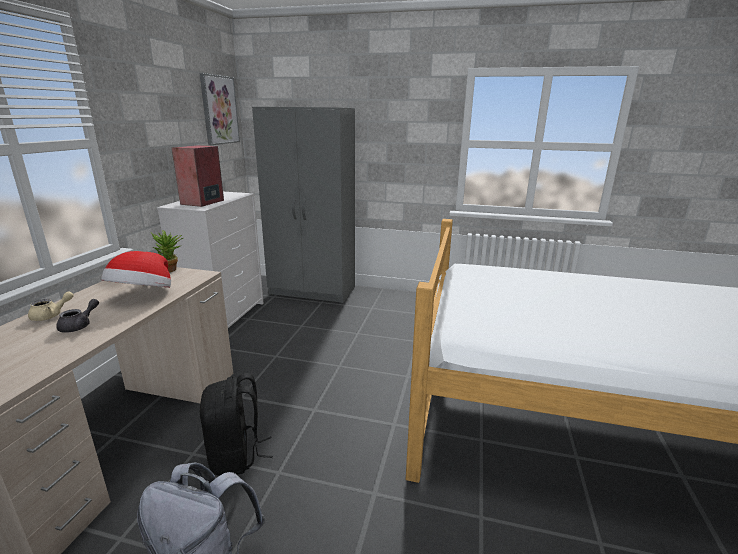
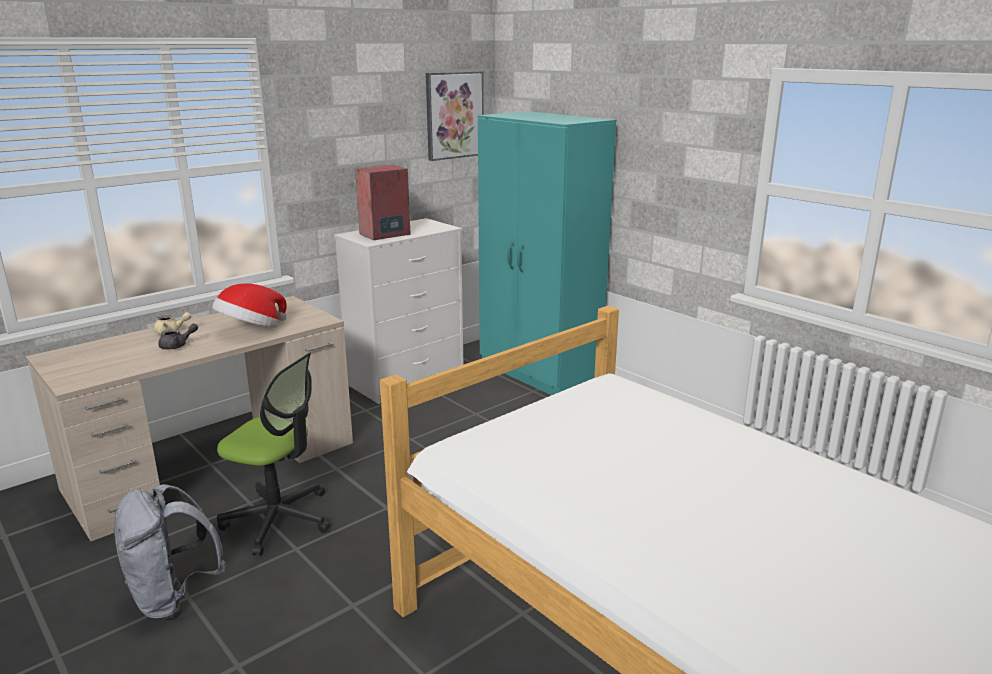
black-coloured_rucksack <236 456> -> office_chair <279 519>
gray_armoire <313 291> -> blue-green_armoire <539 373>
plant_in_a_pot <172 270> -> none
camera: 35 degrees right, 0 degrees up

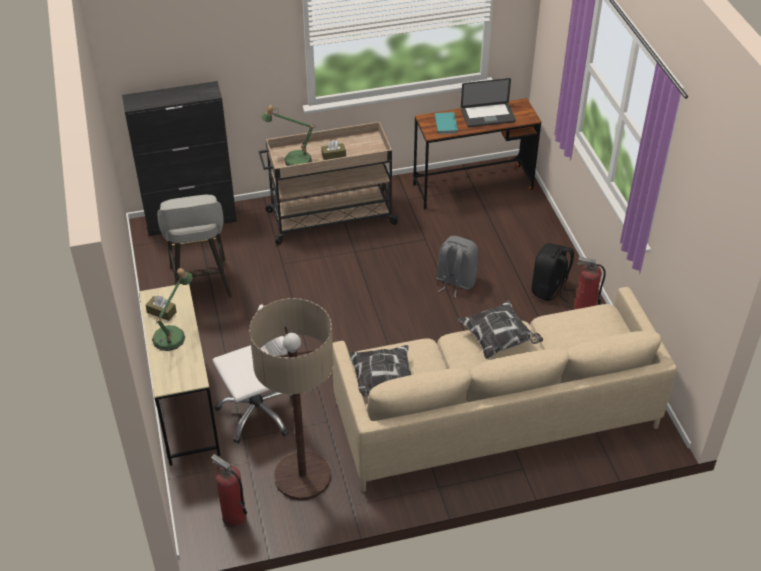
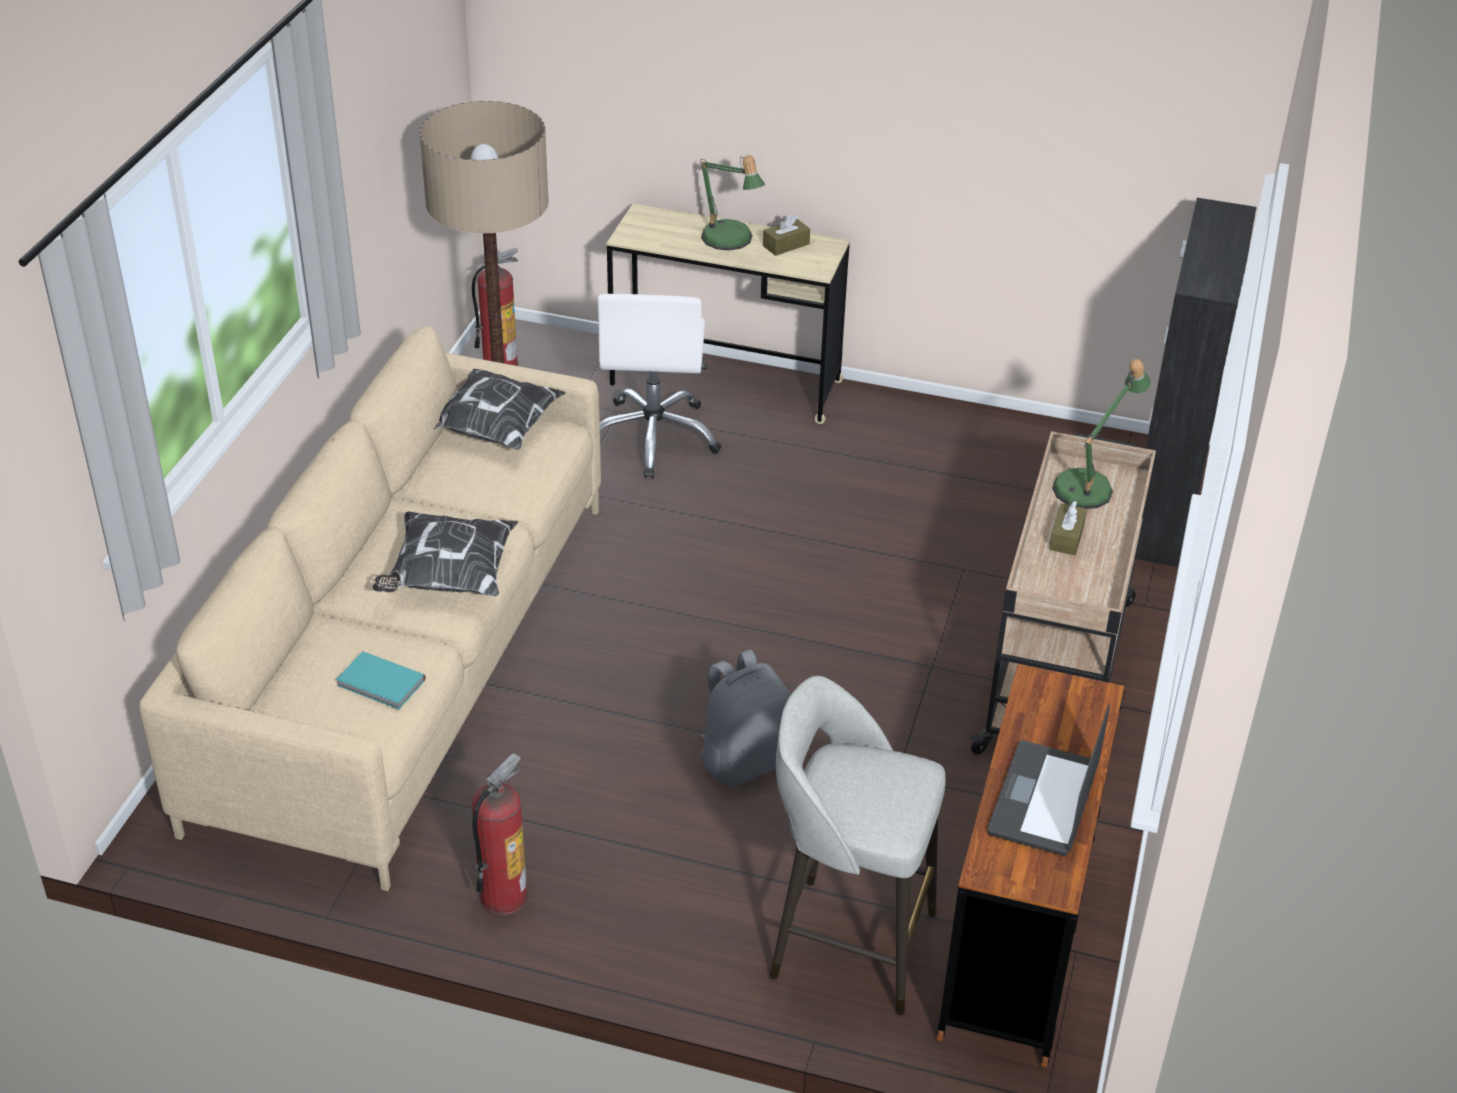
blue-green_volume <446 124> -> blue-green_volume <381 684>, relocated
gray_stool_seat <200 283> -> gray_stool_seat <847 943>, relocated
black-coloured_rucksack <549 290> -> none
camera: 120 degrees right, 5 degrees down

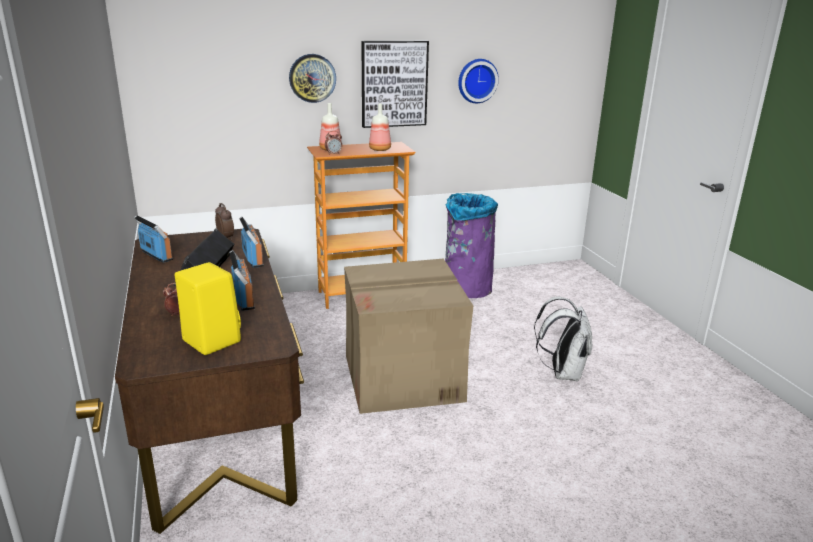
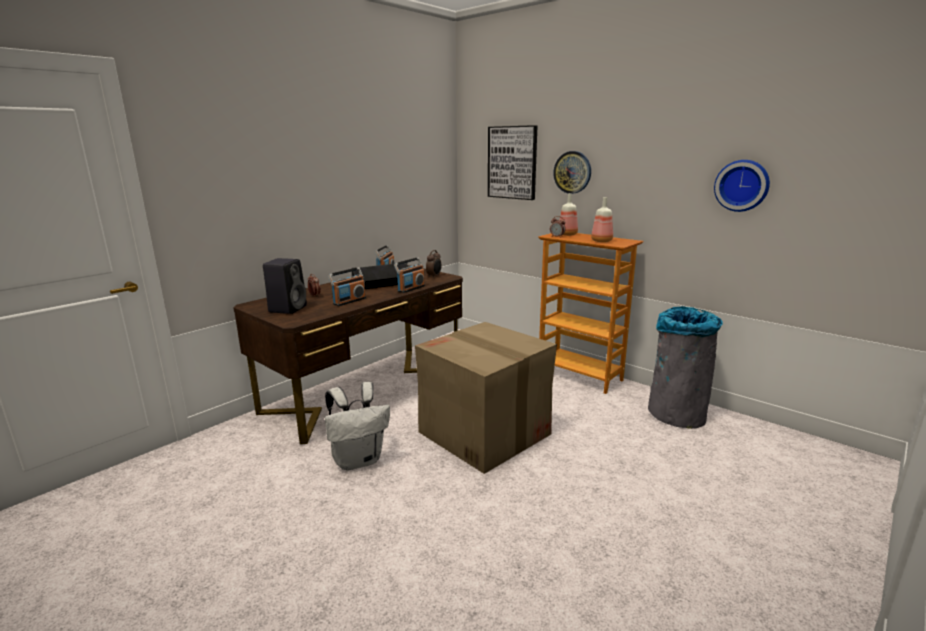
yellow-coloured_loudspeaker <210 340> -> black-coloured_loudspeaker <288 308>
white-coloured_rucksack <562 373> -> white-coloured_rucksack <359 460>, relocated
wall_picture <394 84> -> wall_picture <512 162>, relocated
purple-coloured_trash_can <466 289> -> gray_trash_can <676 414>
camera: 60 degrees right, 5 degrees down

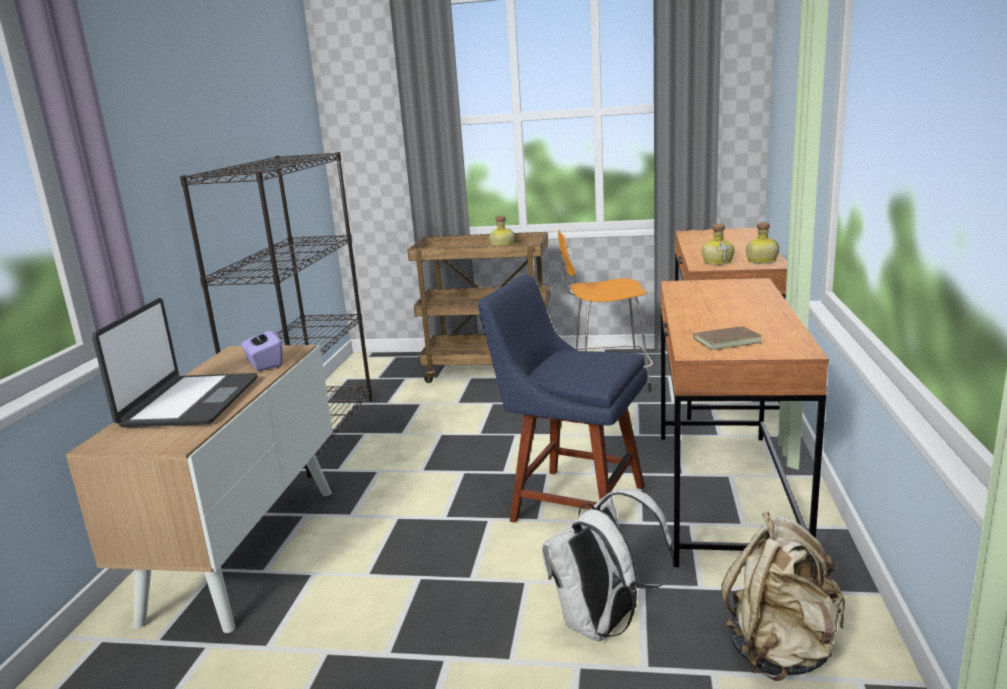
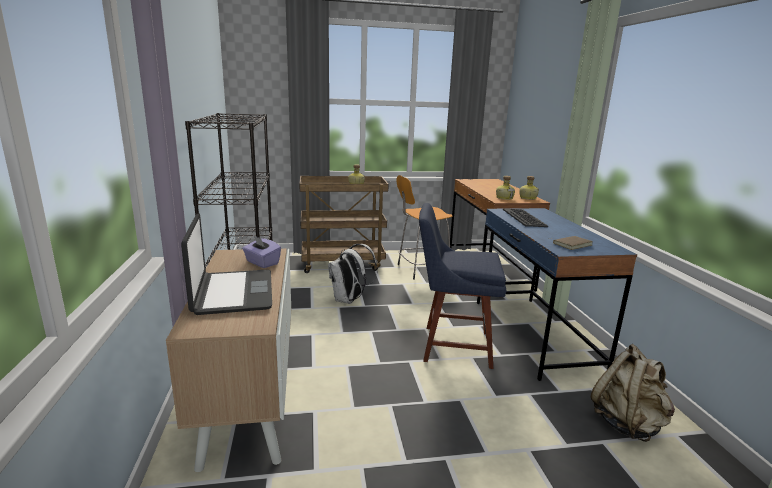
white-coloured_rucksack <603 624> -> white-coloured_rucksack <349 300>, relocated
brown-coloured_desk_table <724 494> -> blue-coloured_desk_table <534 334>
none -> keyboard <524 218>
camera: 20 degrees left, 0 degrees up

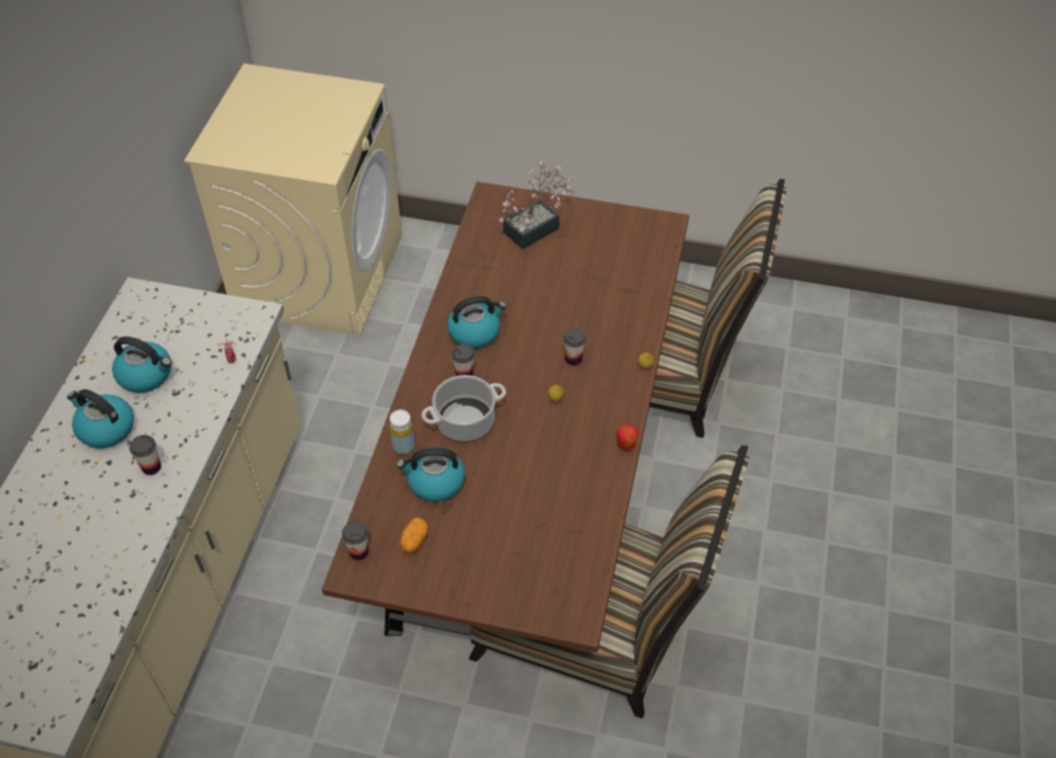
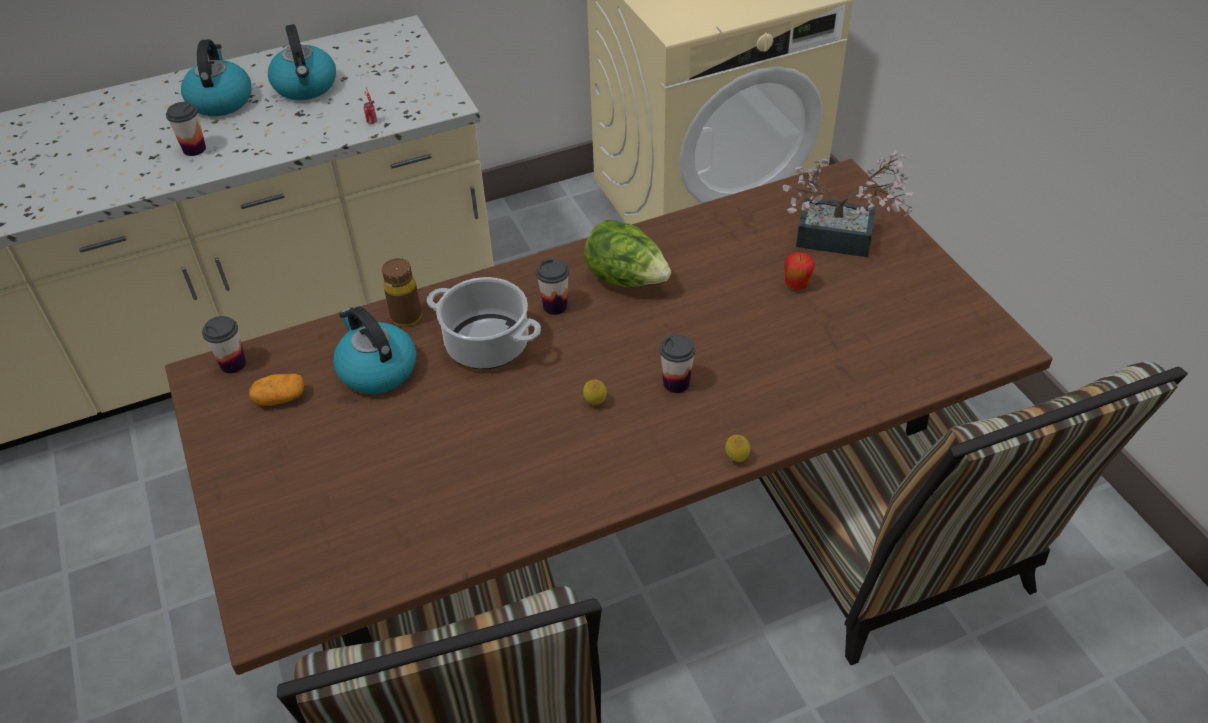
yellow-coloured_beverage_bottle <403 446> -> brown-coloured_beverage_bottle <406 317>
kettle <475 332> -> lettuce_head <626 280>
apple <626 445> -> apple <796 285>, relocated
camera: 55 degrees right, 5 degrees down

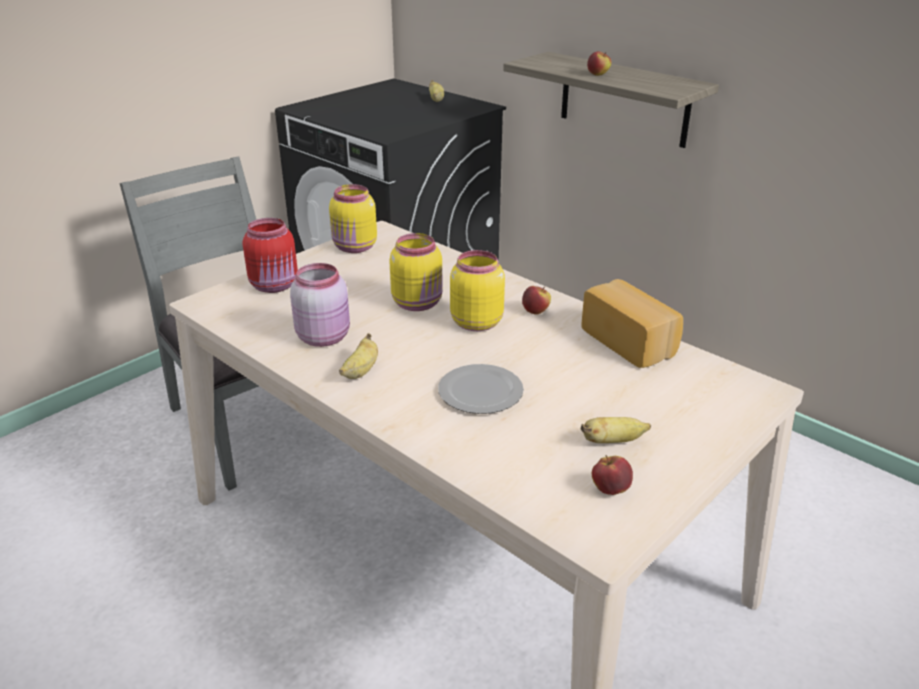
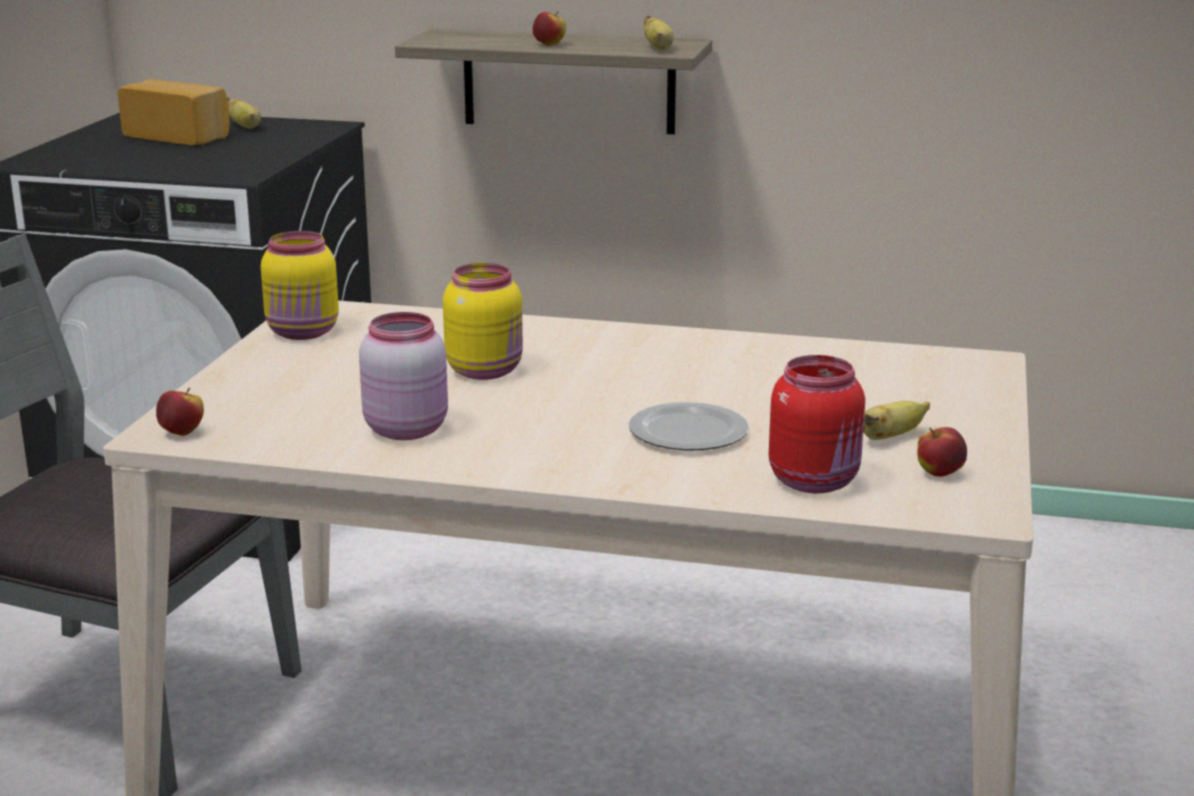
baked_bread <631 341> -> baked_bread <179 136>, relocated
apple <535 312> -> apple <182 433>, relocated
banana <360 371> -> banana <658 49>, relocated
reddish_jar <275 286> -> reddish_jar <816 481>, relocated
yellow-coloured_jar <475 322> -> none
camera: 30 degrees left, 10 degrees down

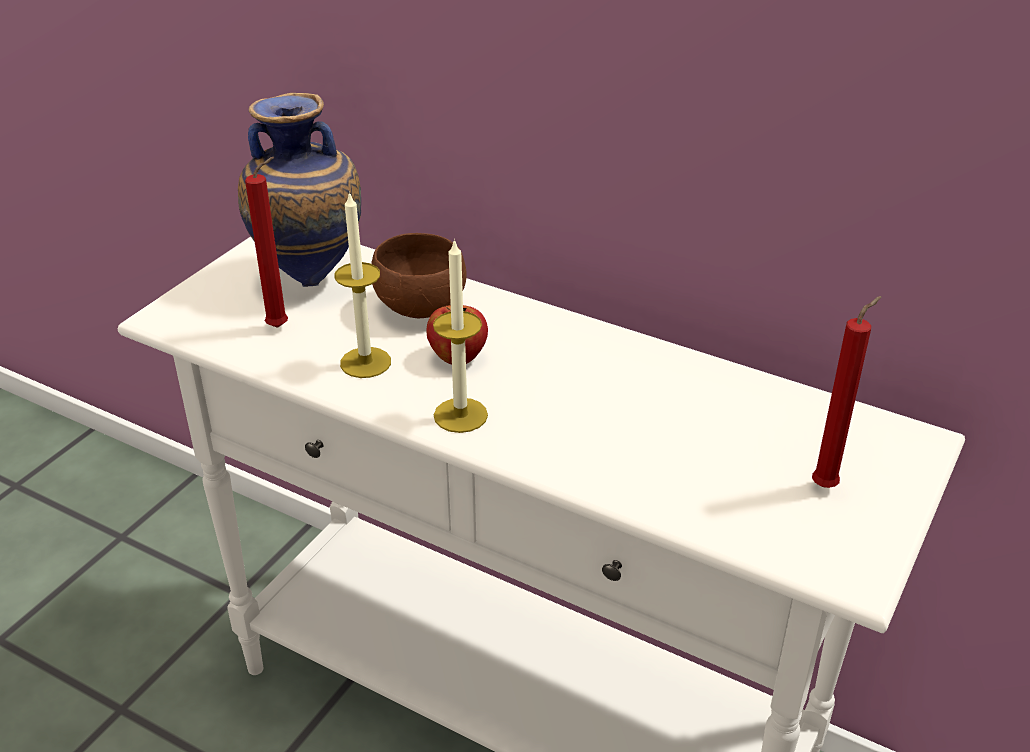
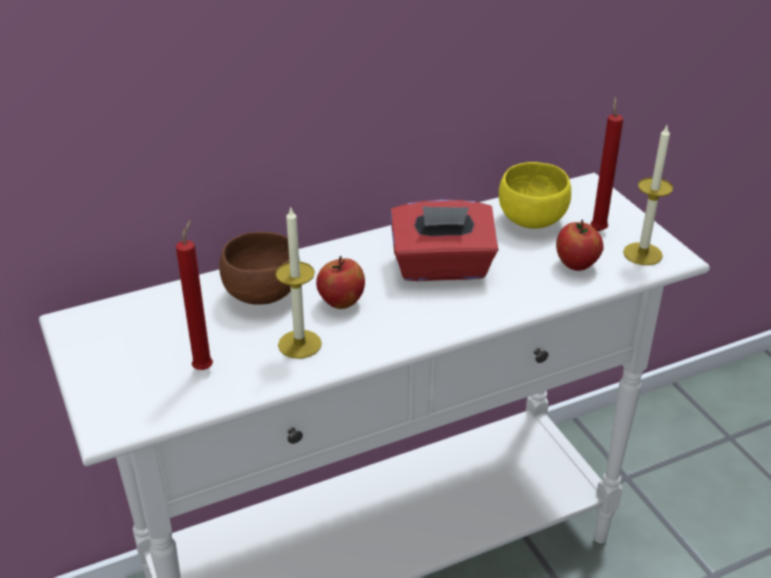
none -> reddish_tissue_holder <442 267>
none -> yellow-coloured_serving_bowl <532 222>
none -> apple <576 264>
wax_candle <460 415> -> wax_candle <642 254>, relocated
decorative_vase <311 277> -> none
camera: 55 degrees left, 0 degrees up

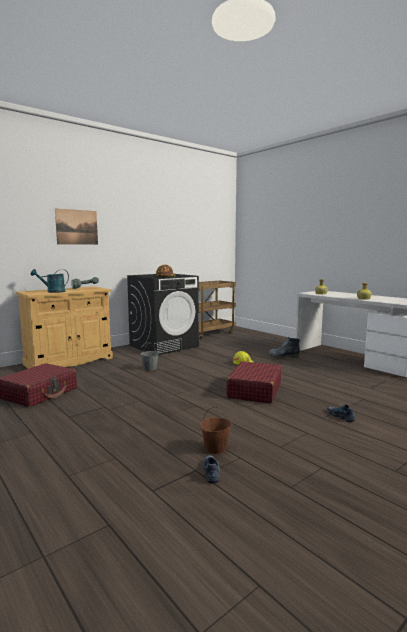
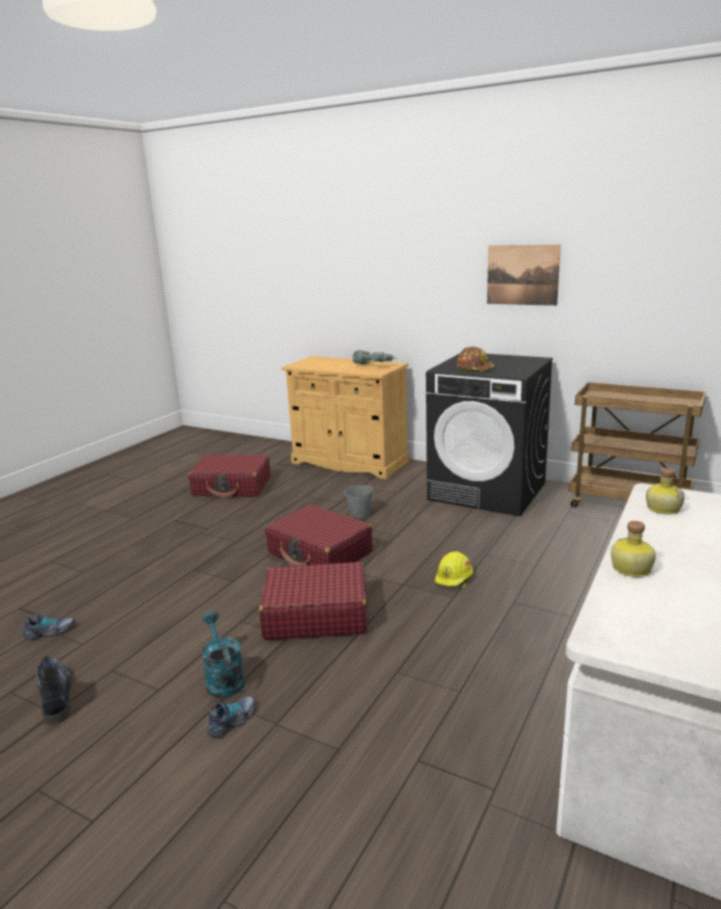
boot <282 357> -> boot <54 695>, relocated
blue-green_watering_pot <52 291> -> blue-green_watering_pot <223 679>, relocated
none -> reddish_suitcase <320 553>
wall_picture <77 227> -> wall_picture <522 275>, relocated
brown-coloured_bucket <215 448> -> none
camera: 70 degrees right, 10 degrees up

